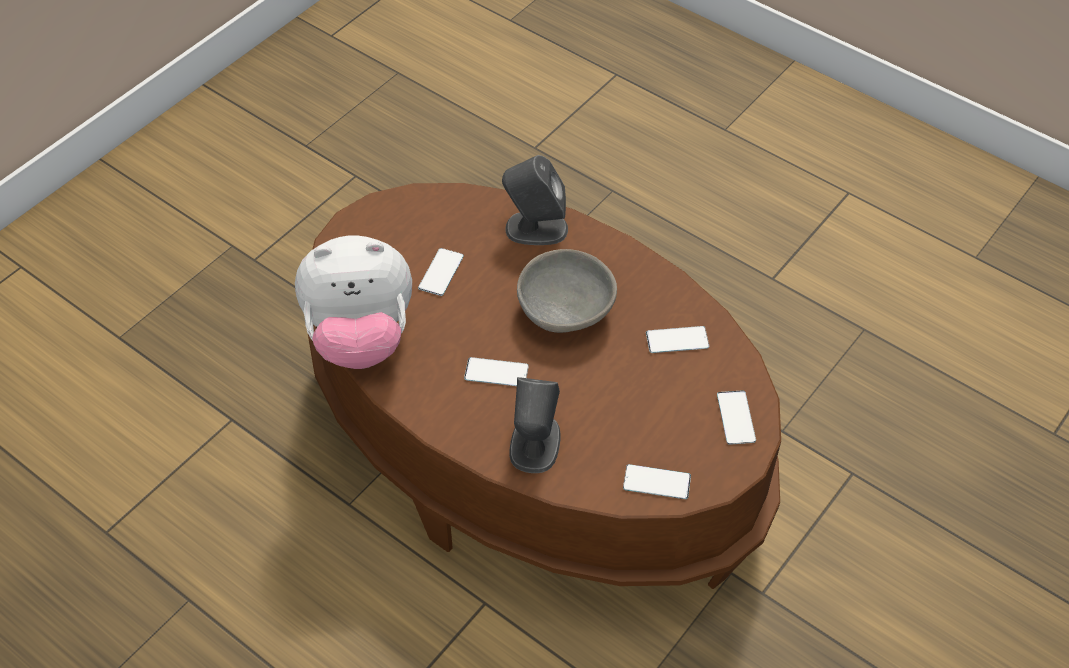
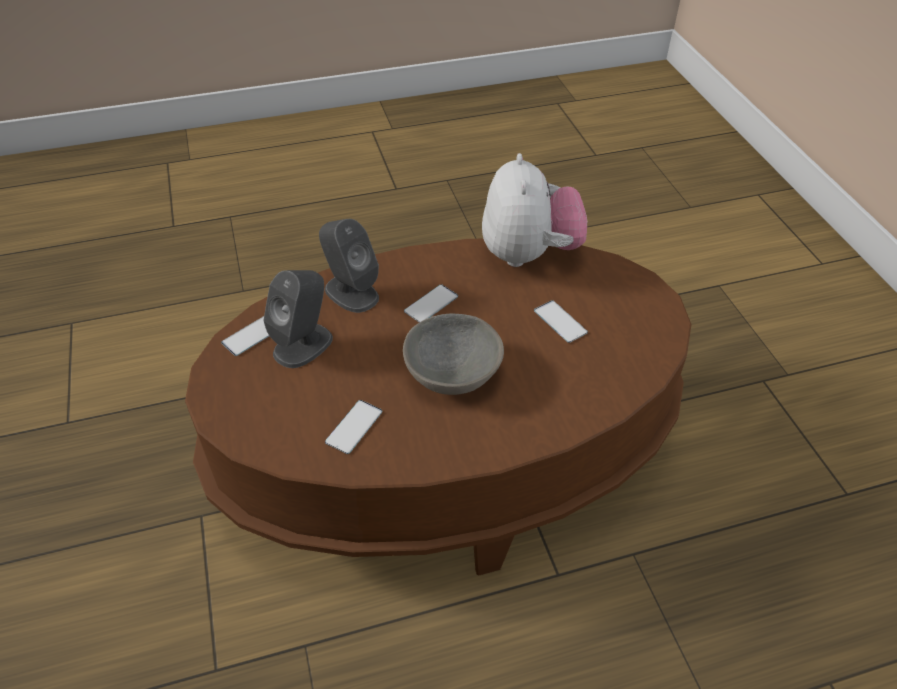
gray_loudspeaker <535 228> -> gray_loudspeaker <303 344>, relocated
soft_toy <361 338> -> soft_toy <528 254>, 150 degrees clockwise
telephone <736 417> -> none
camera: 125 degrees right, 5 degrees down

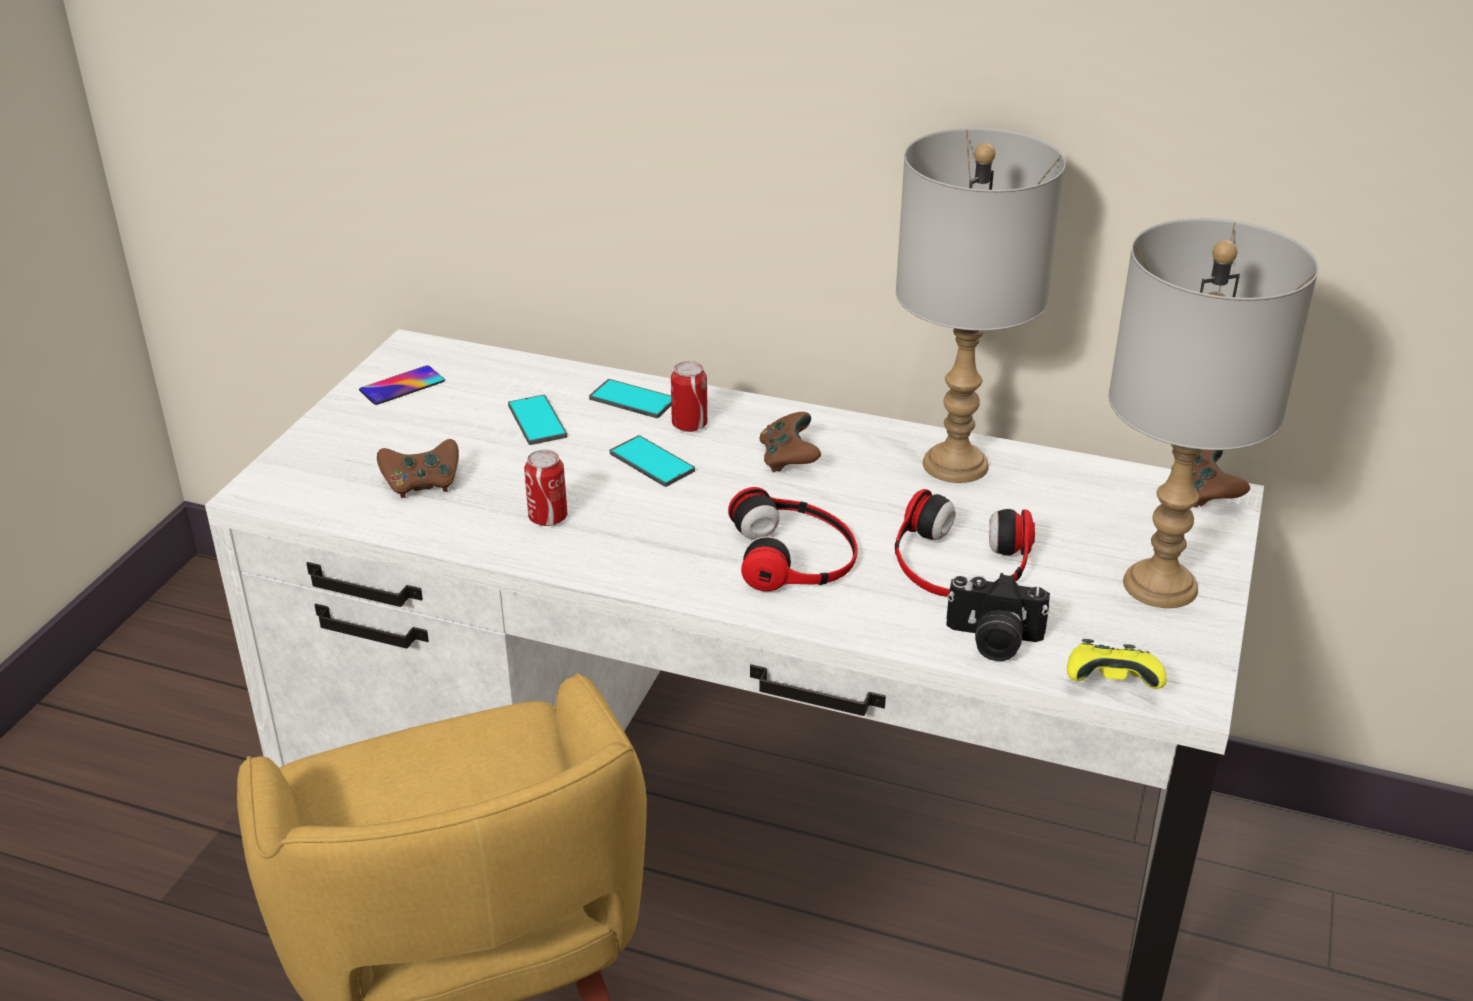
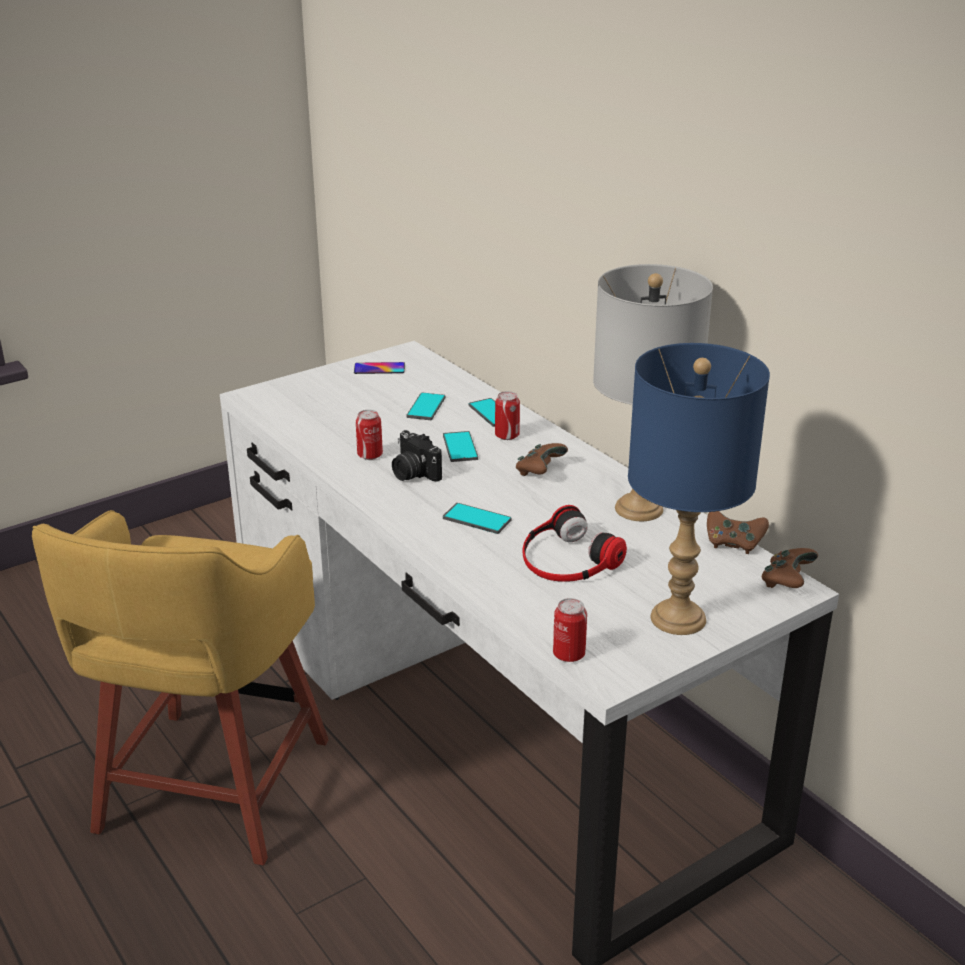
still_camera <993 640> -> still_camera <413 473>, relocated
headphones <795 554> -> telephone <477 519>
yellow-coloured_game_controller <1111 684> -> sealed_can <569 654>
gray_lamp_for_a_table <1161 586> -> blue-coloured_lamp_for_a_table <678 619>
brown-coloured_game_controller <422 484> -> brown-coloured_game_controller <733 543>, relocated
camera: 35 degrees right, 5 degrees down

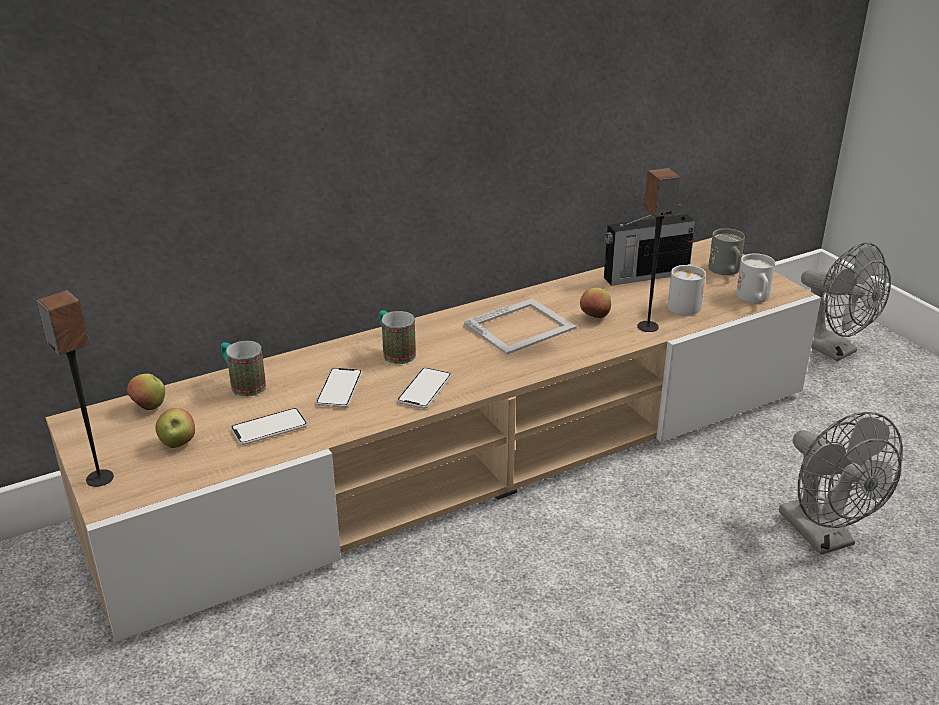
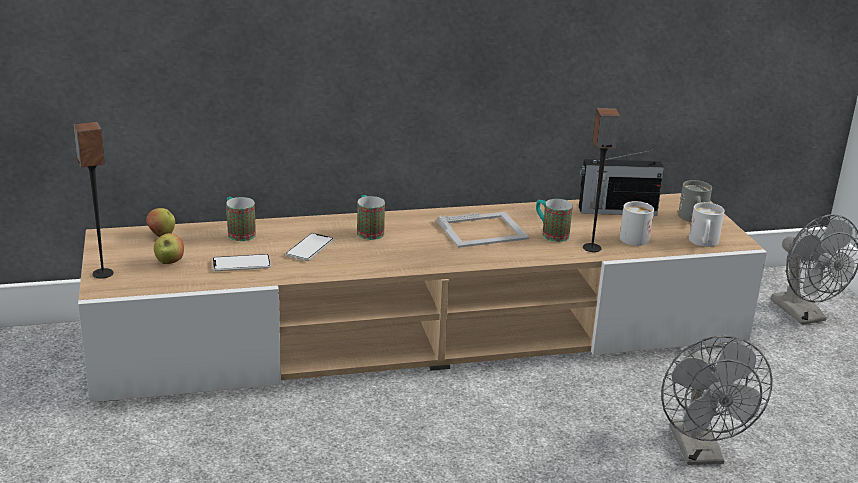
apple <595 317> -> tea_mug <550 234>
telephone <424 389> -> none
camera: 15 degrees right, 5 degrees down

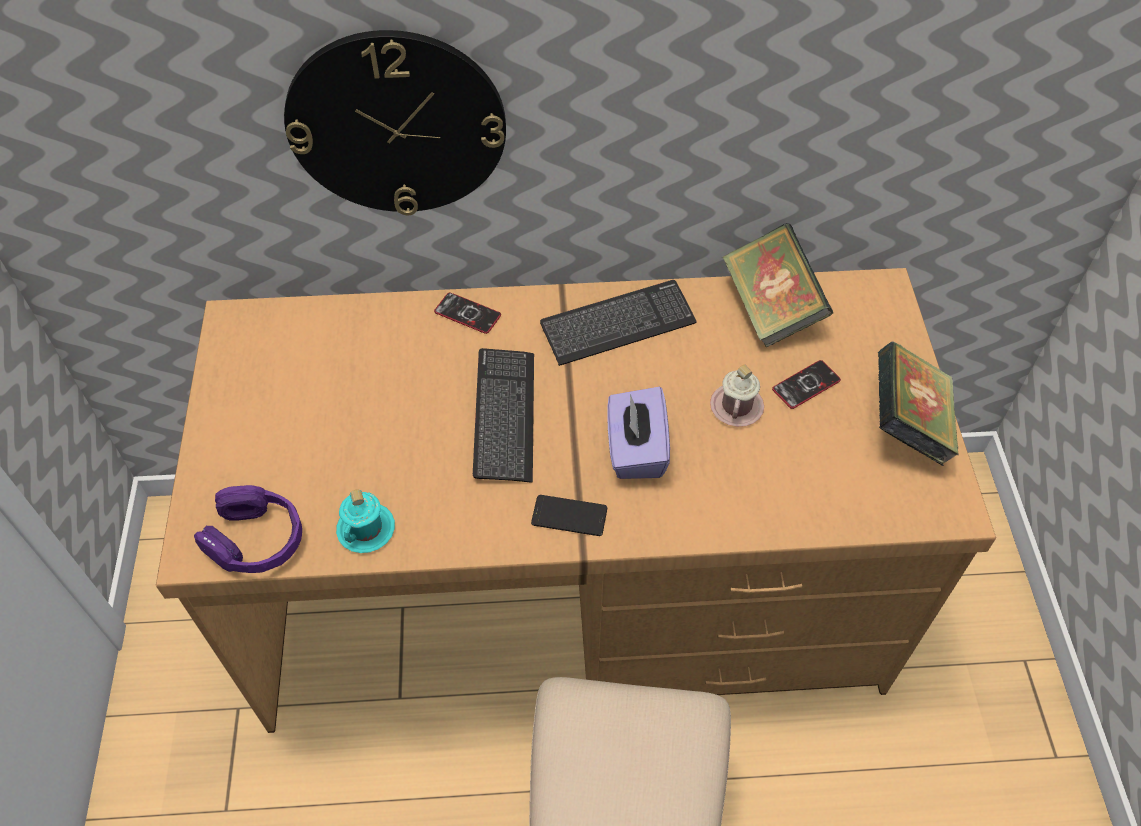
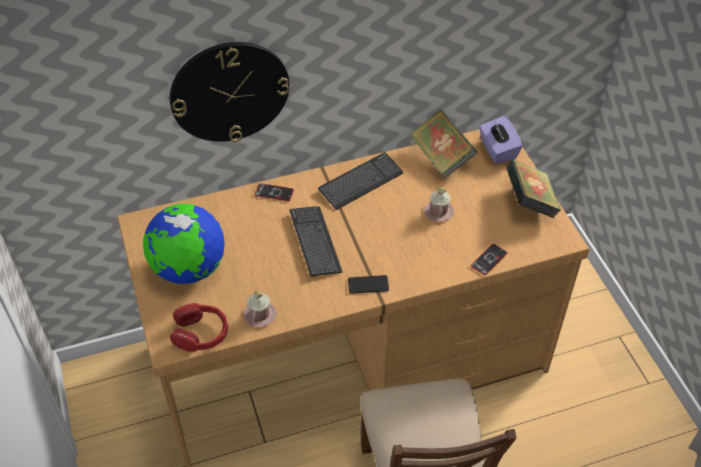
none -> desk_globe <189 269>
purple-coloured_headphones <256 540> -> reddish_headphones <201 333>
blue-green_tea_mug <366 529> -> pink-coloured_tea_mug <260 315>
telephone <806 385> -> telephone <489 260>, relocated
purple-coloured_tissue_holder <635 450> -> purple-coloured_tissue_holder <497 150>, relocated
camera: 15 degrees left, 5 degrees down

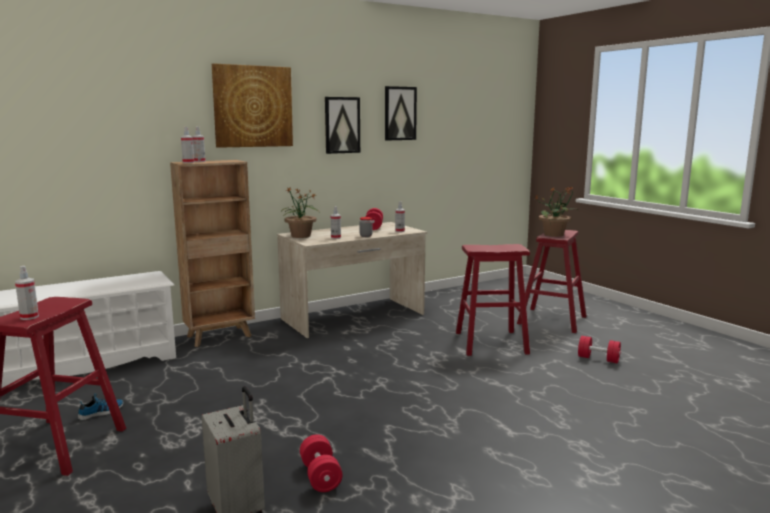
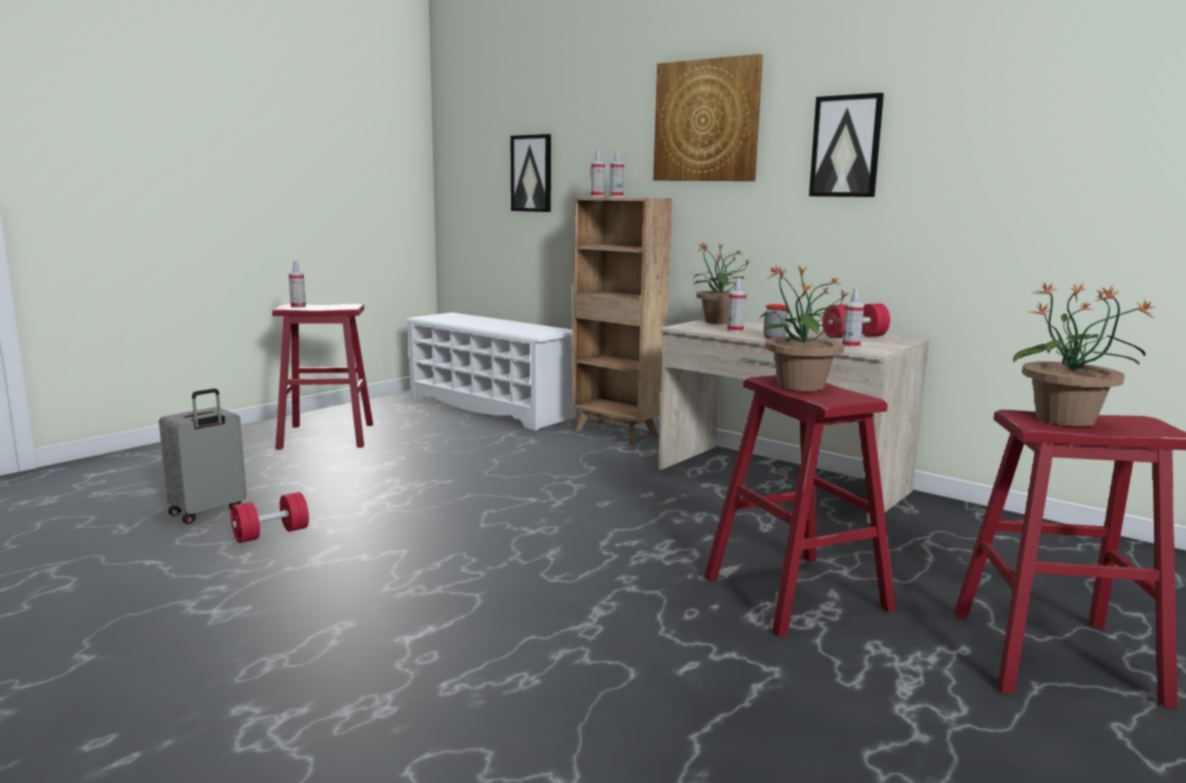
wall_picture <400 113> -> wall_picture <532 173>, relocated
none -> plant_in_a_pot <799 386>
item_of_footwear <101 412> -> none
reddish_dumbbell <598 359> -> none
camera: 70 degrees right, 0 degrees up

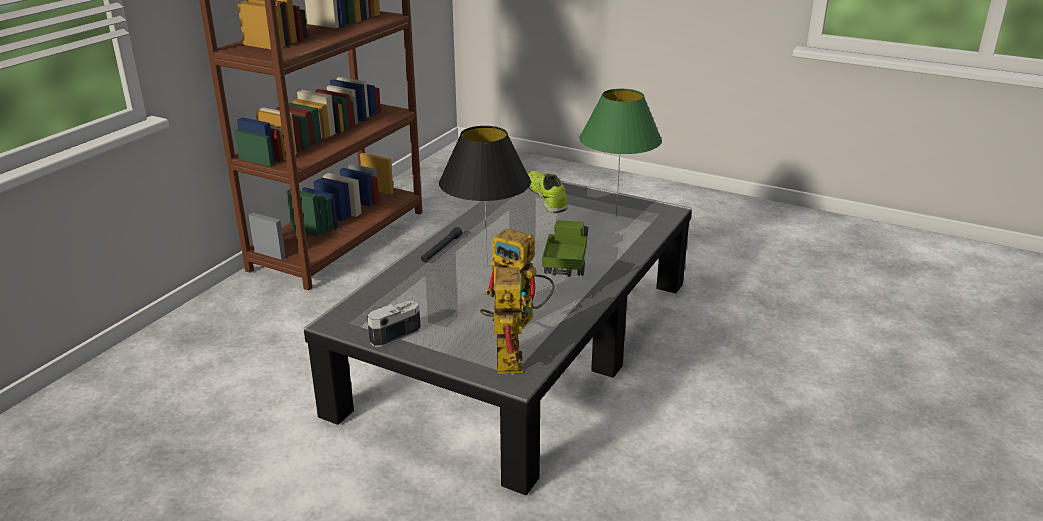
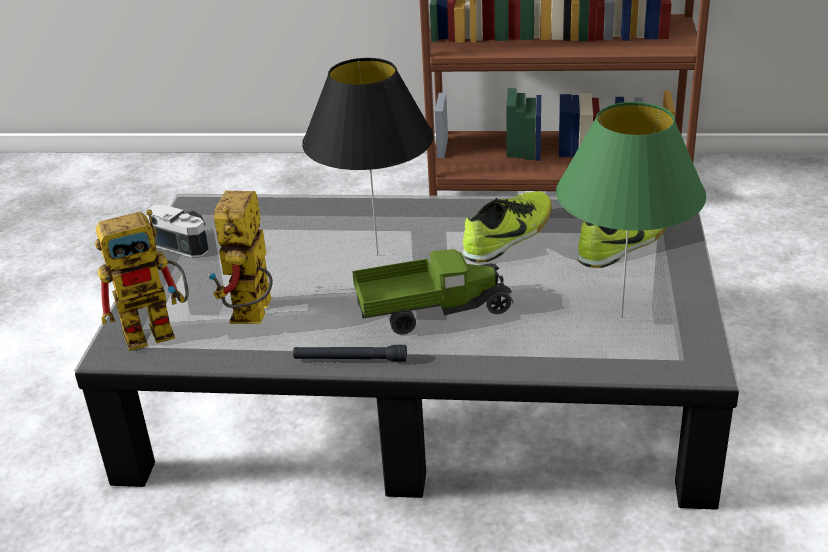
black-coloured_torch <441 249> -> black-coloured_torch <350 359>, relocated
none -> item_of_footwear <509 236>
camera: 70 degrees right, 5 degrees up

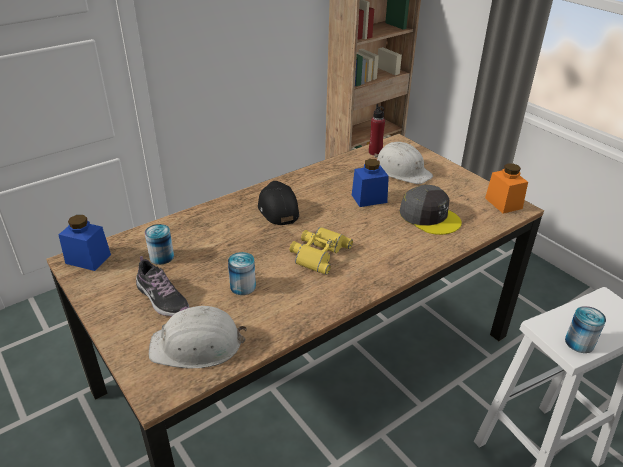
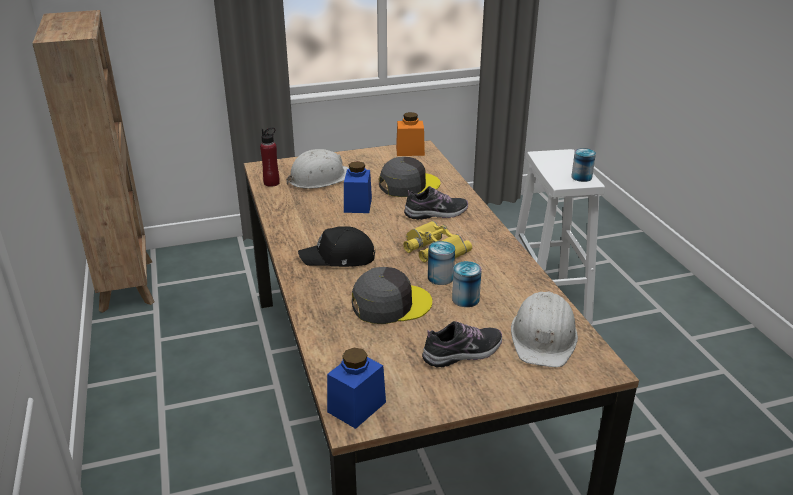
none -> gray_baseball_cap <390 304>
none -> item_of_footwear <436 213>
sealed_can <161 257> -> sealed_can <440 277>, relocated
camera: 70 degrees left, 5 degrees down

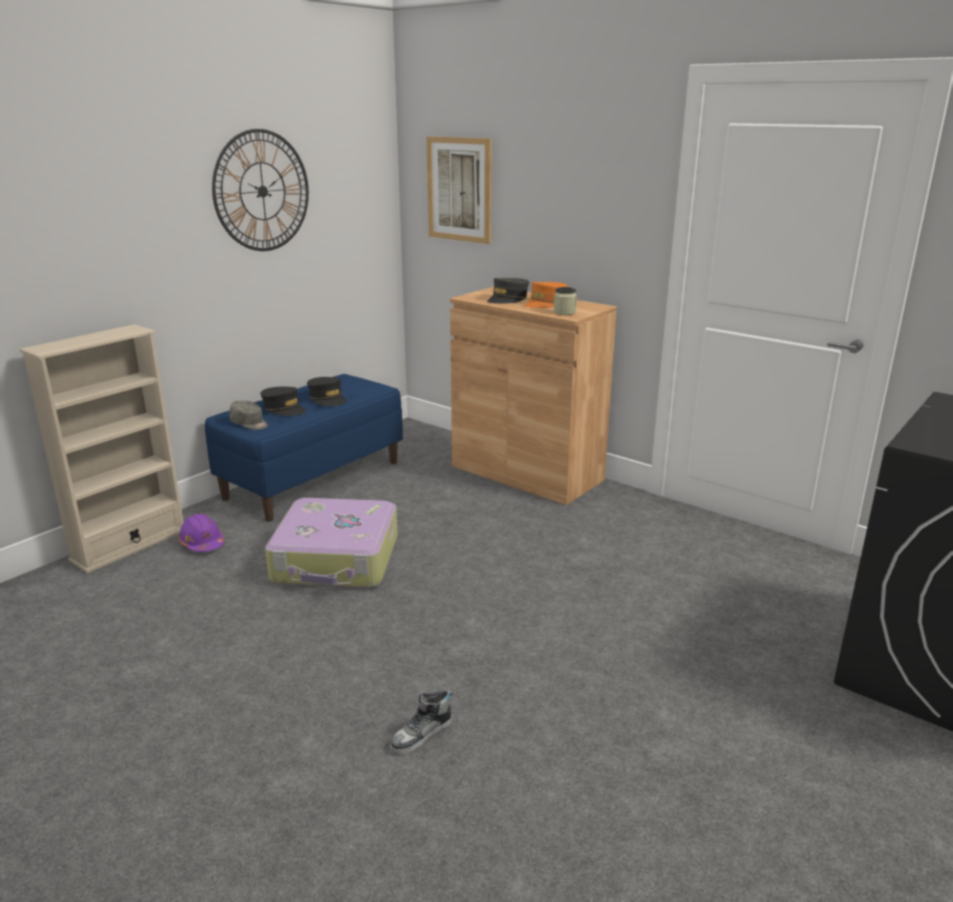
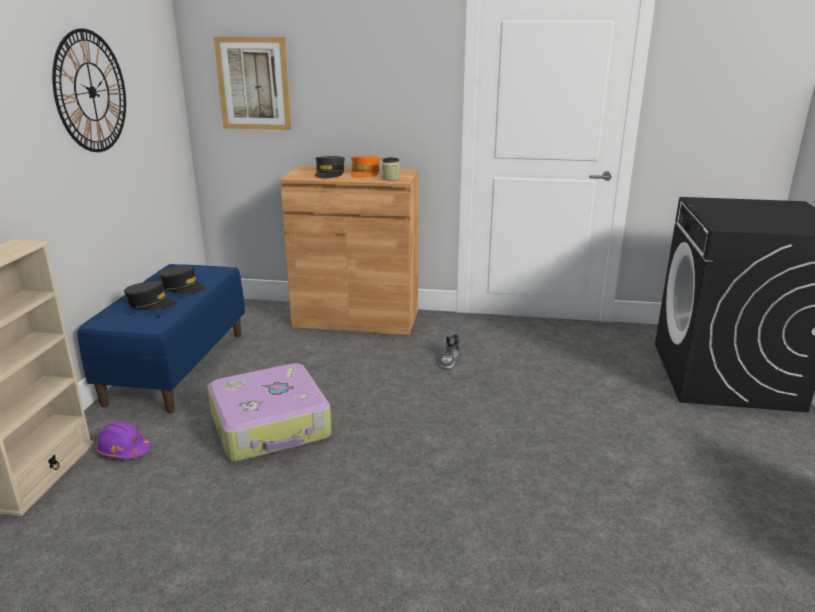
item_of_footwear <422 735> -> item_of_footwear <449 360>, relocated
gray_baseball_cap <250 424> -> none
camera: 30 degrees left, 0 degrees up

